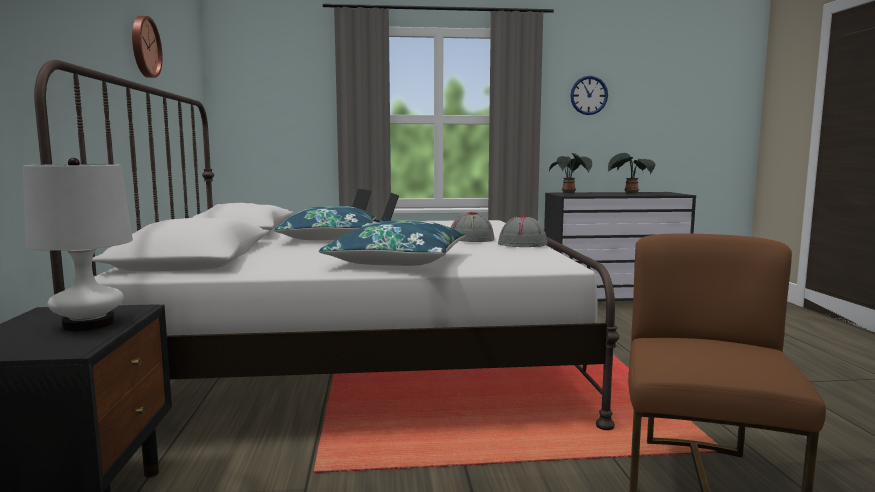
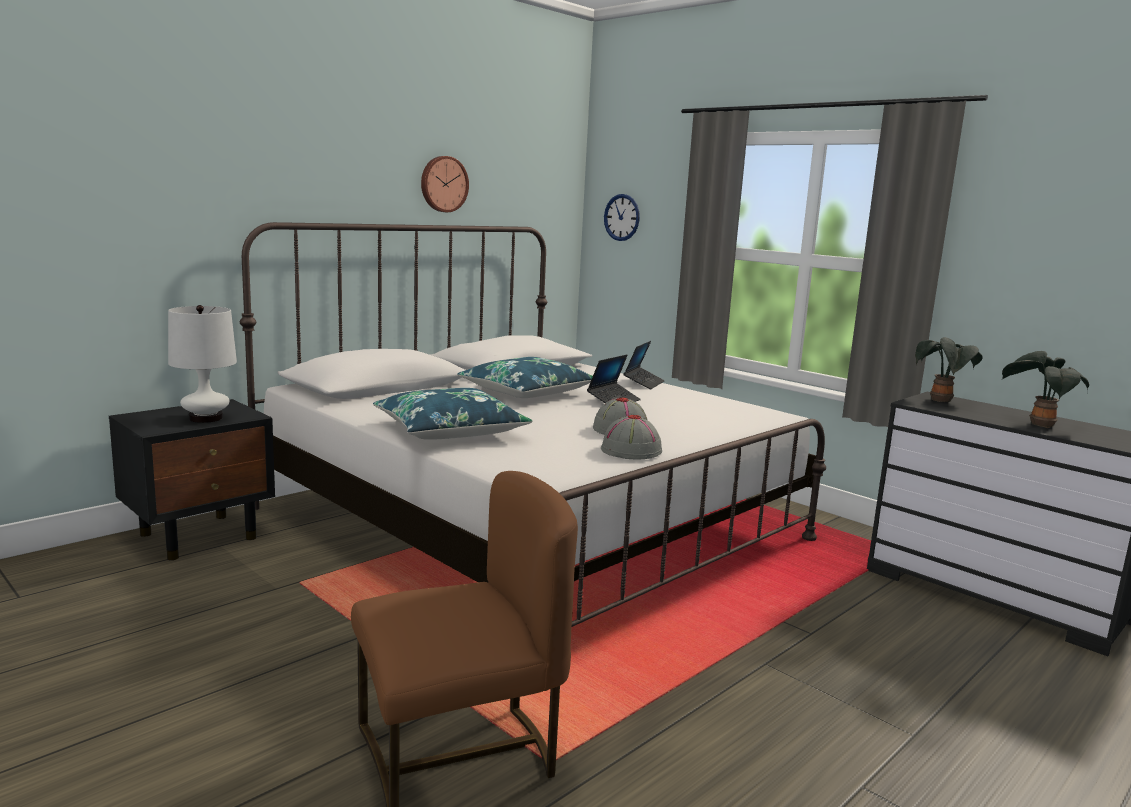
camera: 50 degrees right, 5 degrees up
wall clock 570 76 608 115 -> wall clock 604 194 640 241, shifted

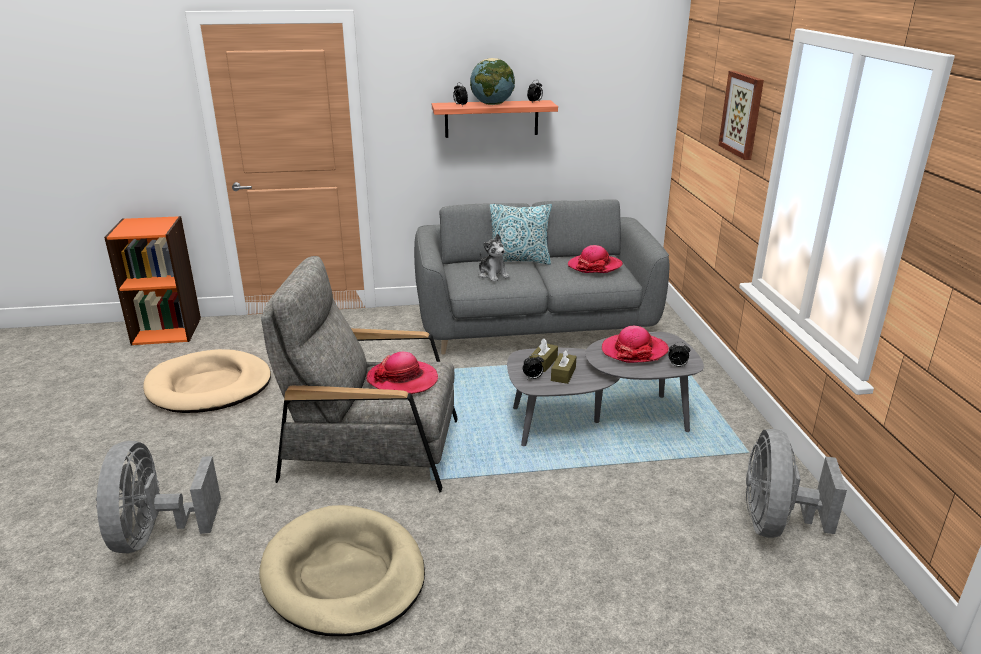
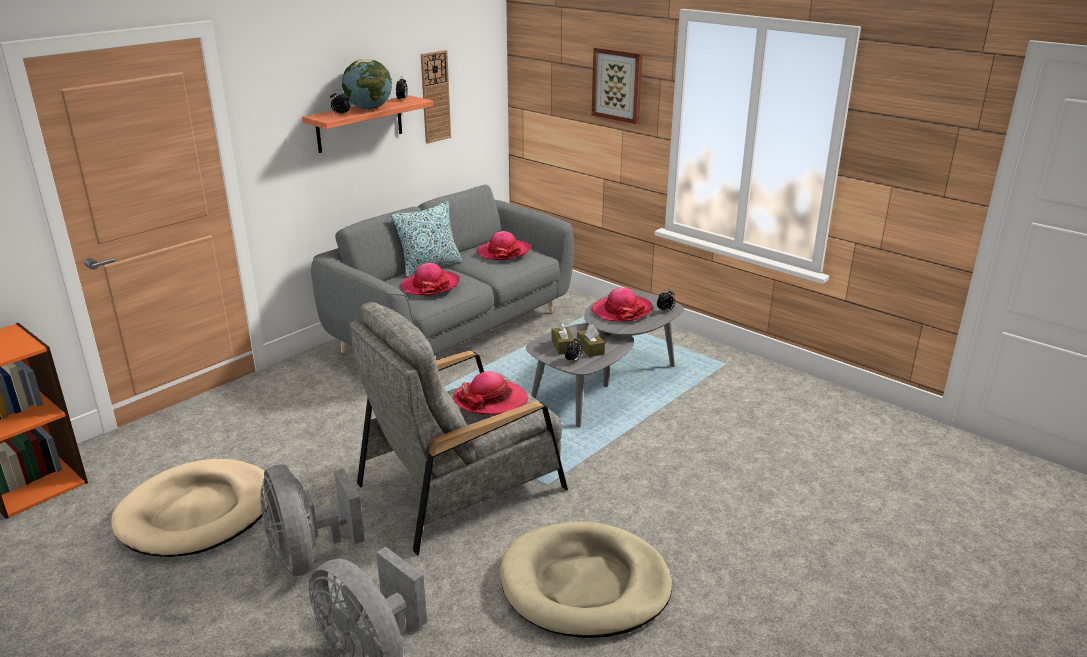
camera: 40 degrees left, 0 degrees up
plush toy 479 234 510 282 -> hat 400 263 460 295
grey fan 746 429 847 538 -> grey fan 260 464 365 576, shifted
none -> wall clock 421 50 451 144

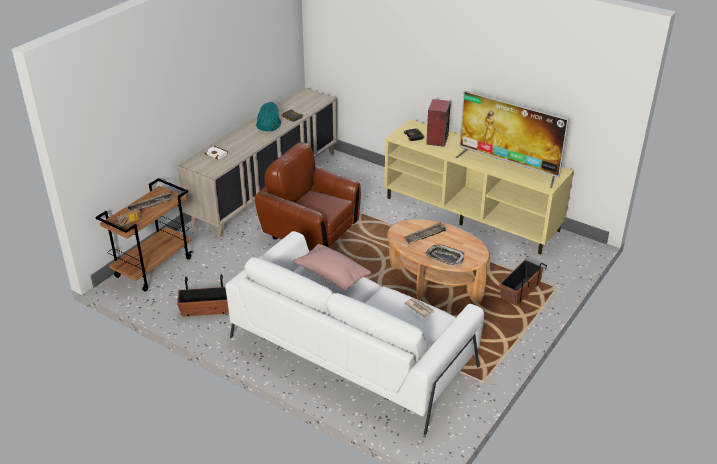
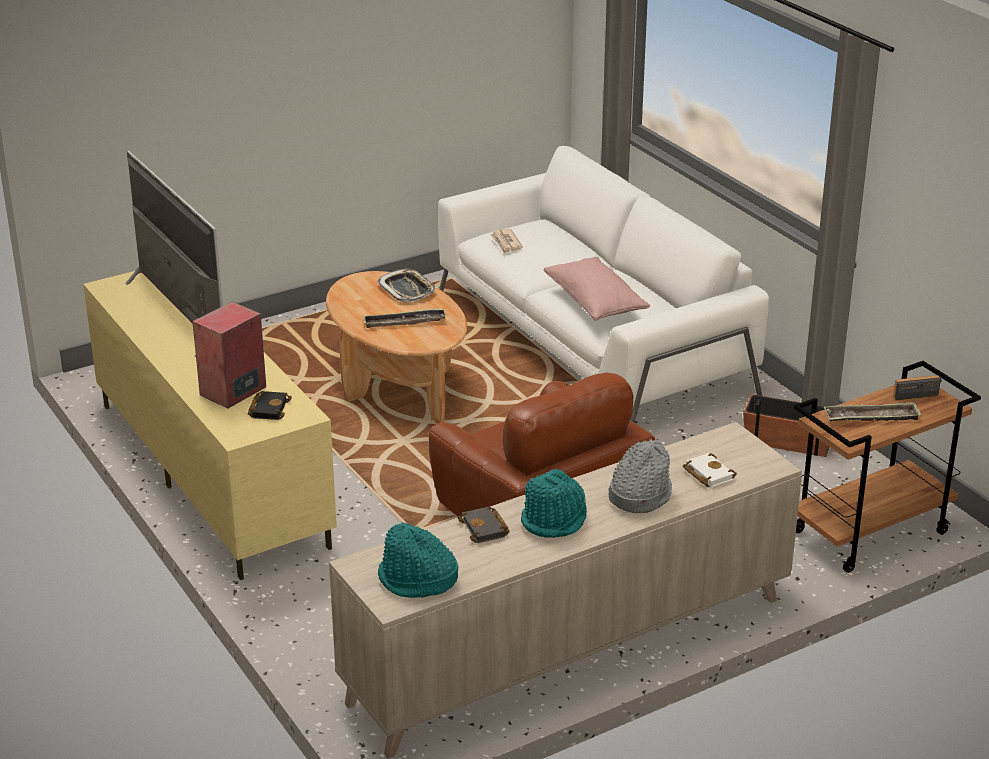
camera: 155 degrees left, 5 degrees down
planter 499 260 547 306 -> none
none -> turquoise hat 378 522 458 598
none -> grey hat 608 439 672 513

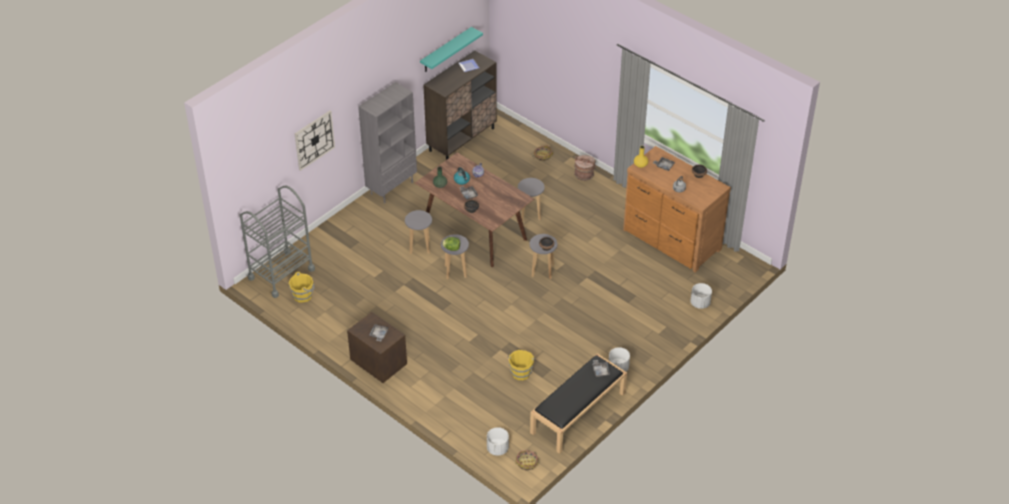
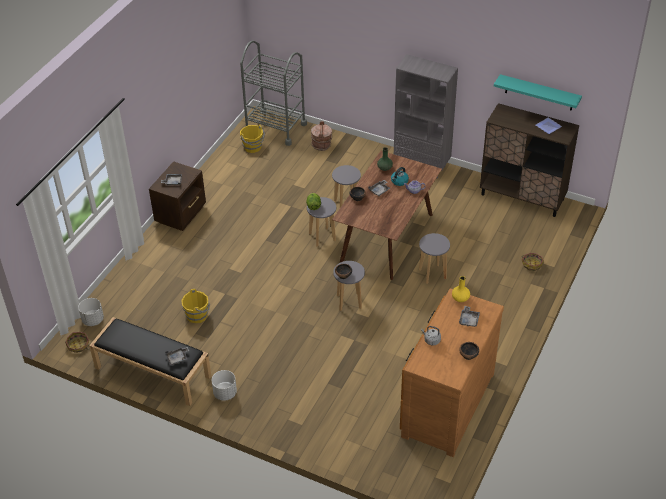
camera: 75 degrees right, 0 degrees up
wall clock 294 111 335 171 -> none
brown bucket 574 155 596 181 -> brown bucket 311 121 332 151, shifted
white planter 690 283 712 309 -> none

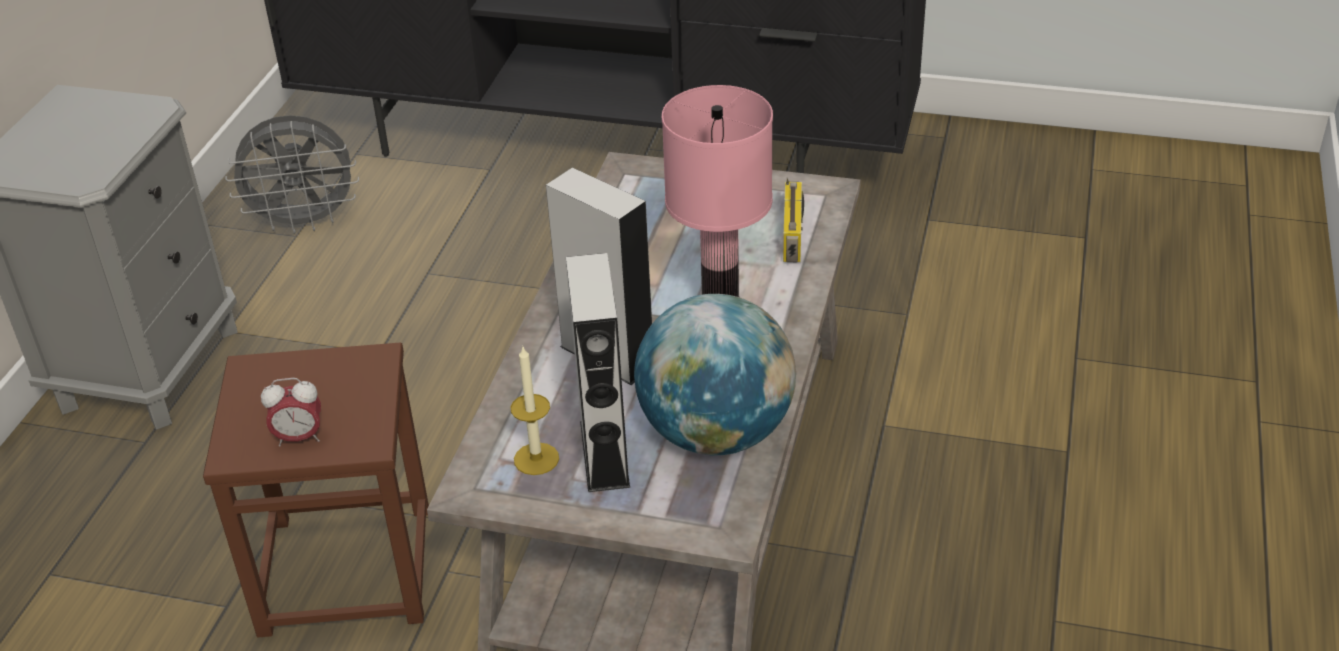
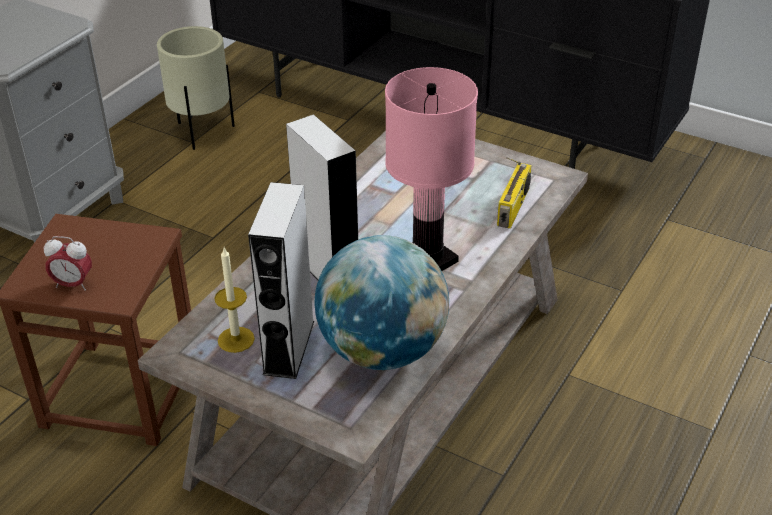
camera: 15 degrees right, 0 degrees up
grey fan 225 115 359 234 -> beige planter 157 26 235 150

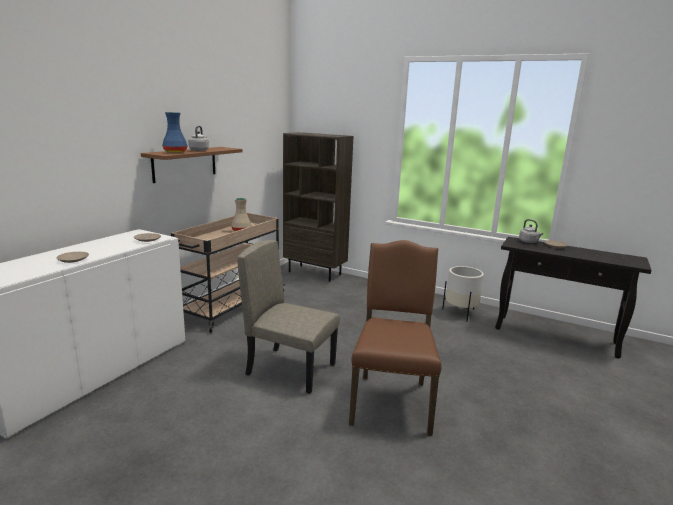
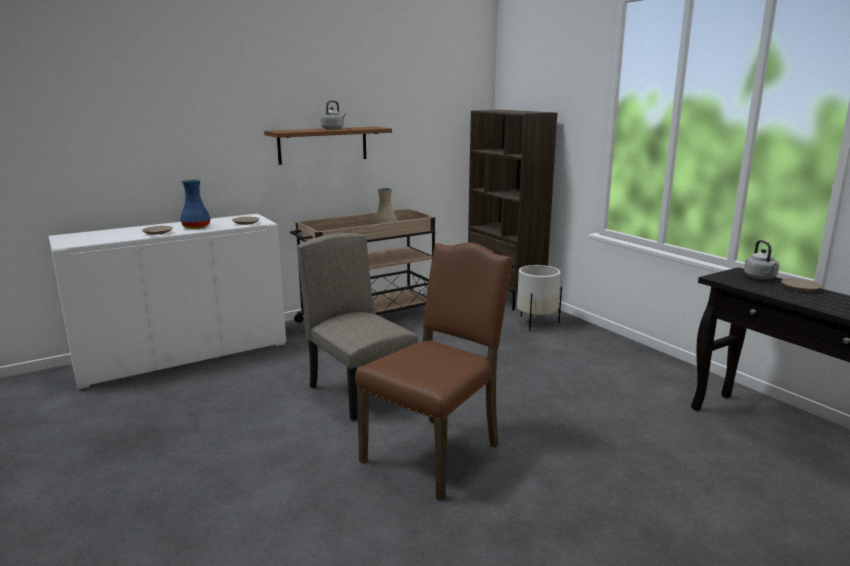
camera: 30 degrees right, 0 degrees up
blue vase 162 112 188 153 -> blue vase 180 179 211 229, shifted
white planter 442 266 484 322 -> white planter 517 265 562 331, shifted

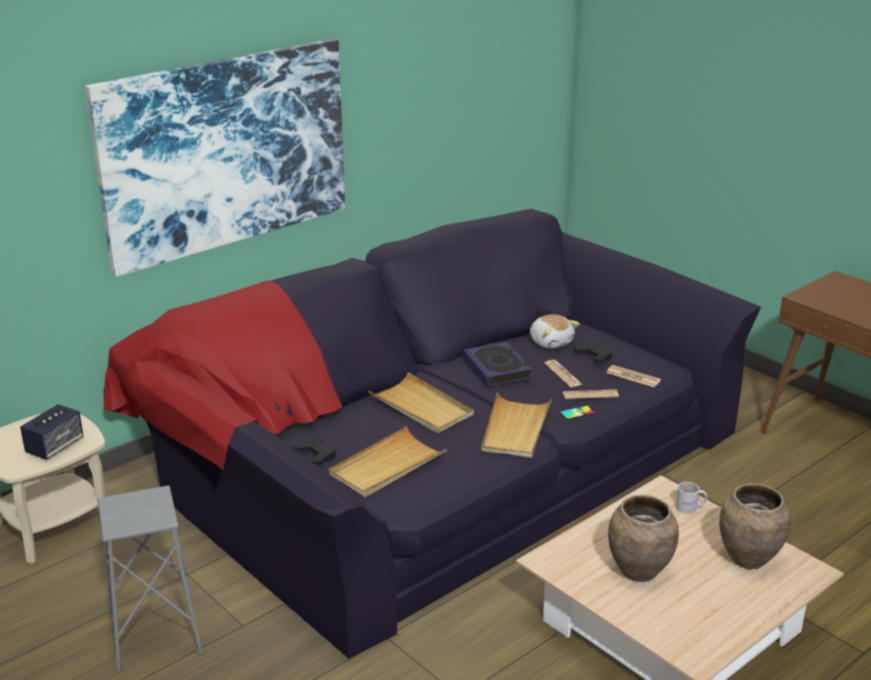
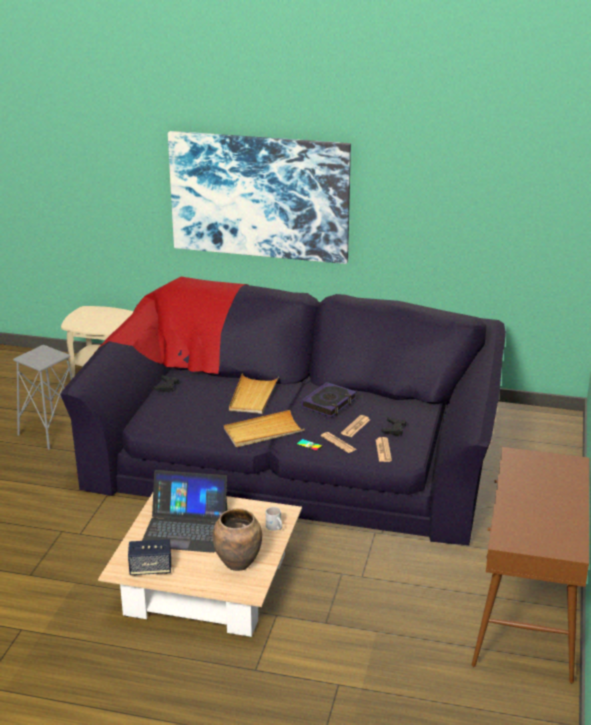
camera: 55 degrees right, 0 degrees up
speaker 20 404 83 460 -> speaker 128 539 171 575, shifted
beige tray 329 426 447 497 -> none
plush toy 530 314 580 349 -> none
brown vase 608 495 679 582 -> laptop 142 470 227 553

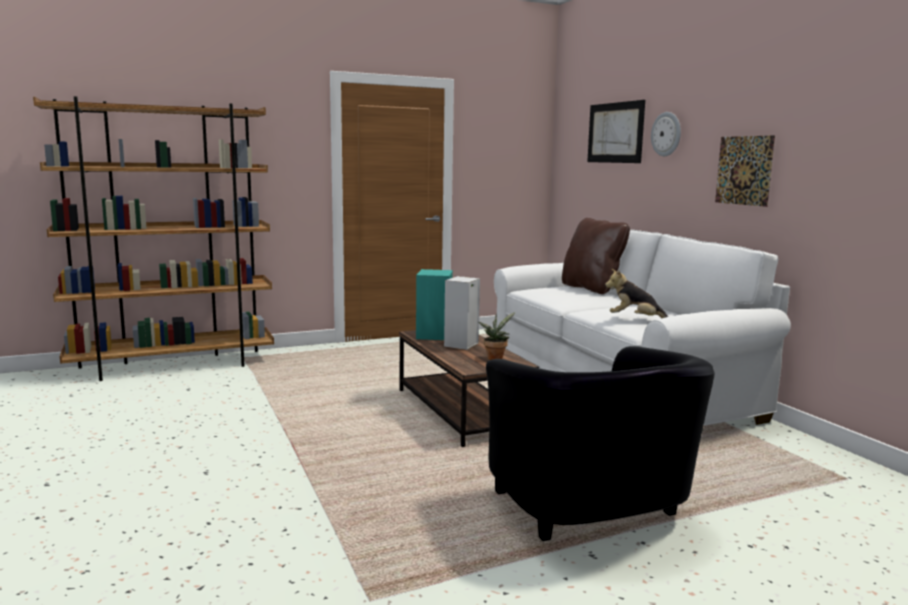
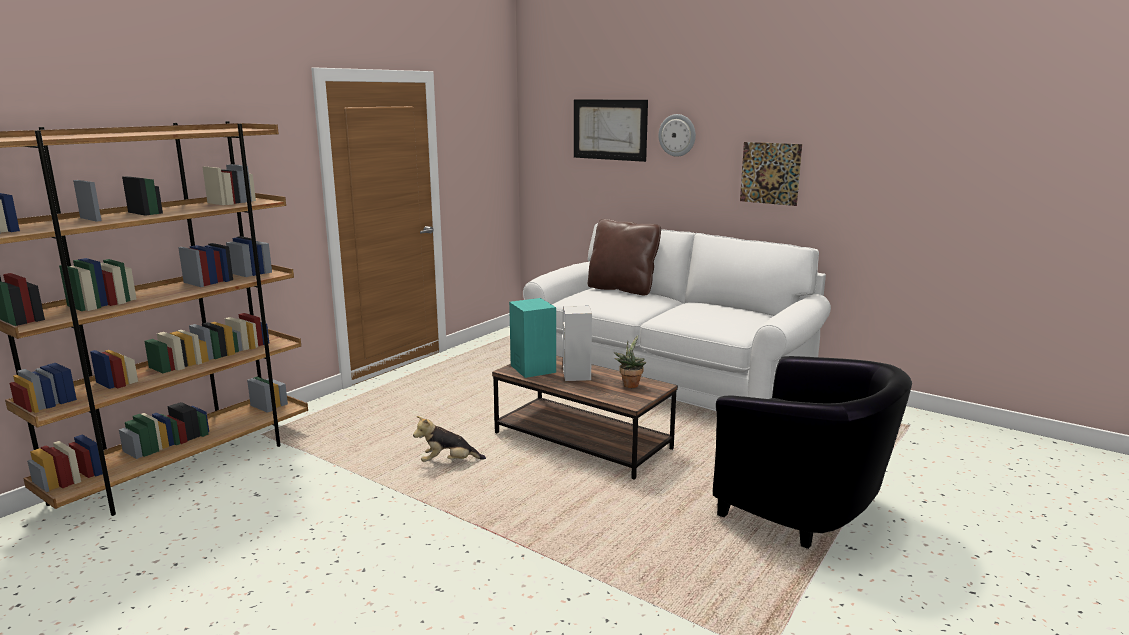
camera: 30 degrees left, 5 degrees up
plush toy 605 269 668 318 -> plush toy 413 416 486 462, shifted

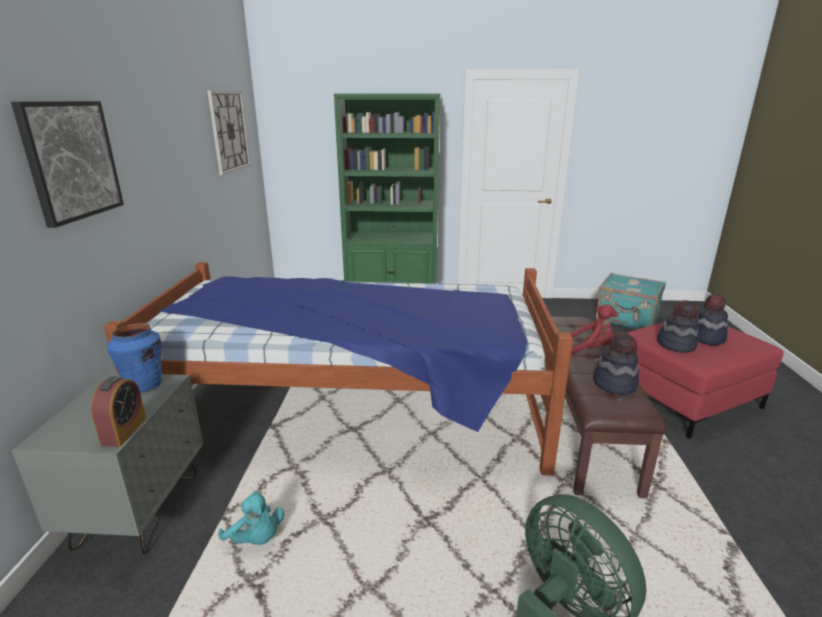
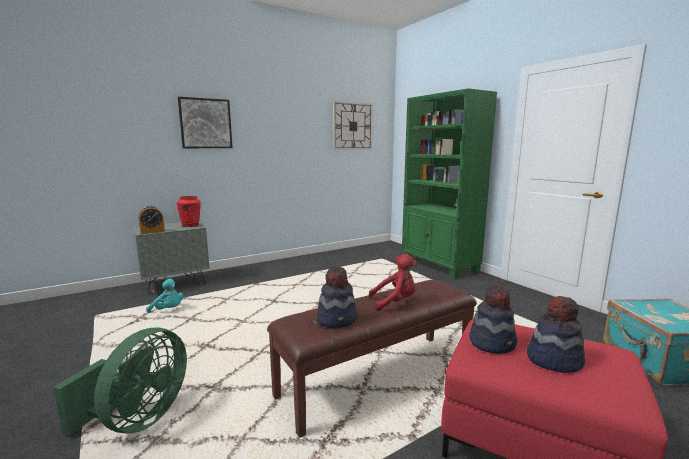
camera: 55 degrees right, 10 degrees down
bed 104 262 573 476 -> none
blue vase 107 323 162 393 -> red vase 177 196 201 227
turquoise plush toy 218 491 284 545 -> turquoise plush toy 146 279 184 313, 75 degrees counterclockwise
red plush toy 570 304 619 355 -> red plush toy 369 254 417 311, 75 degrees counterclockwise

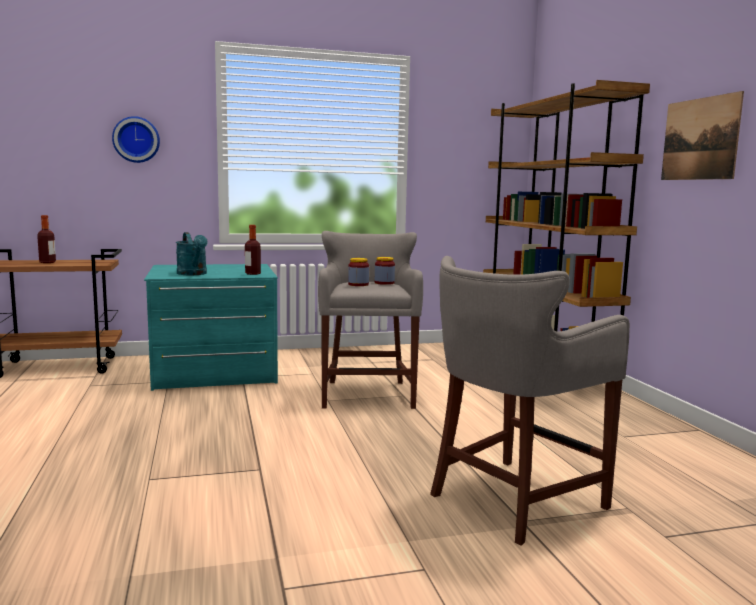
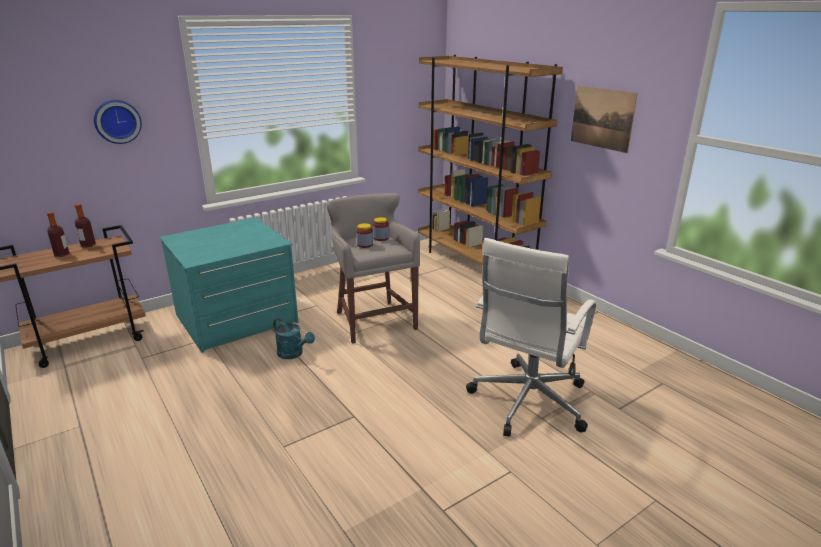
camera: 20 degrees left, 15 degrees up
turquoise watering can 176 232 208 275 -> turquoise watering can 273 318 315 359, shifted
bottle 245 225 261 275 -> bottle 75 204 96 248, shifted
grey stool 430 256 630 546 -> white office chair 466 238 596 436

